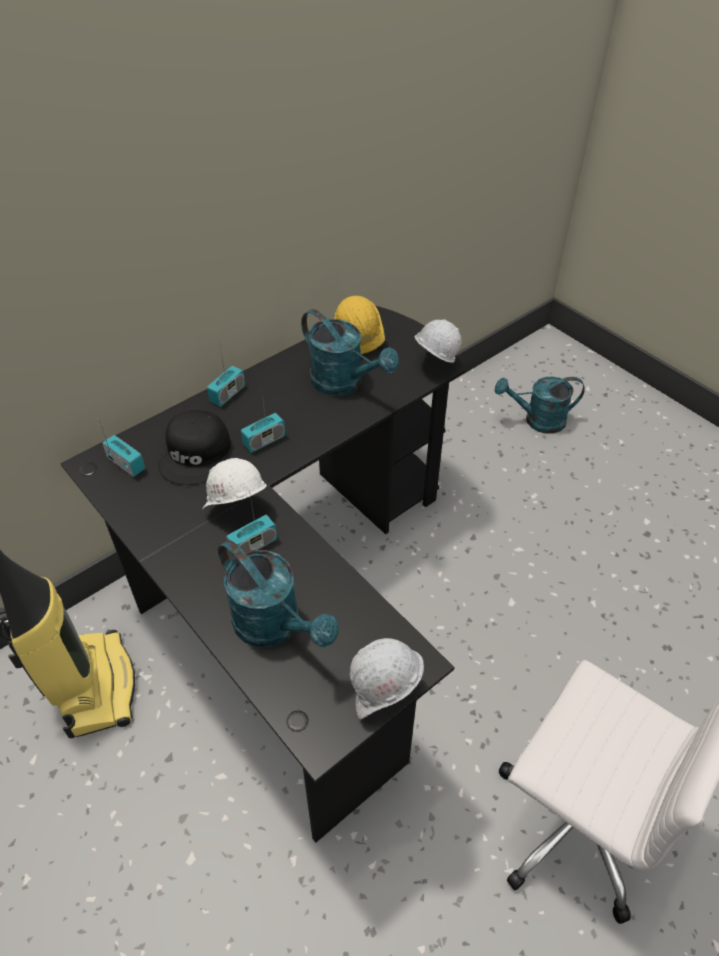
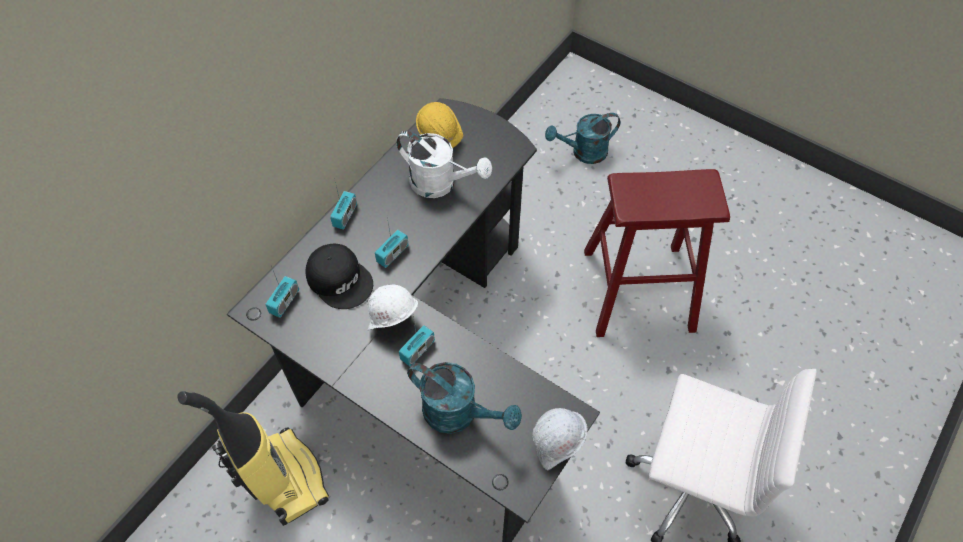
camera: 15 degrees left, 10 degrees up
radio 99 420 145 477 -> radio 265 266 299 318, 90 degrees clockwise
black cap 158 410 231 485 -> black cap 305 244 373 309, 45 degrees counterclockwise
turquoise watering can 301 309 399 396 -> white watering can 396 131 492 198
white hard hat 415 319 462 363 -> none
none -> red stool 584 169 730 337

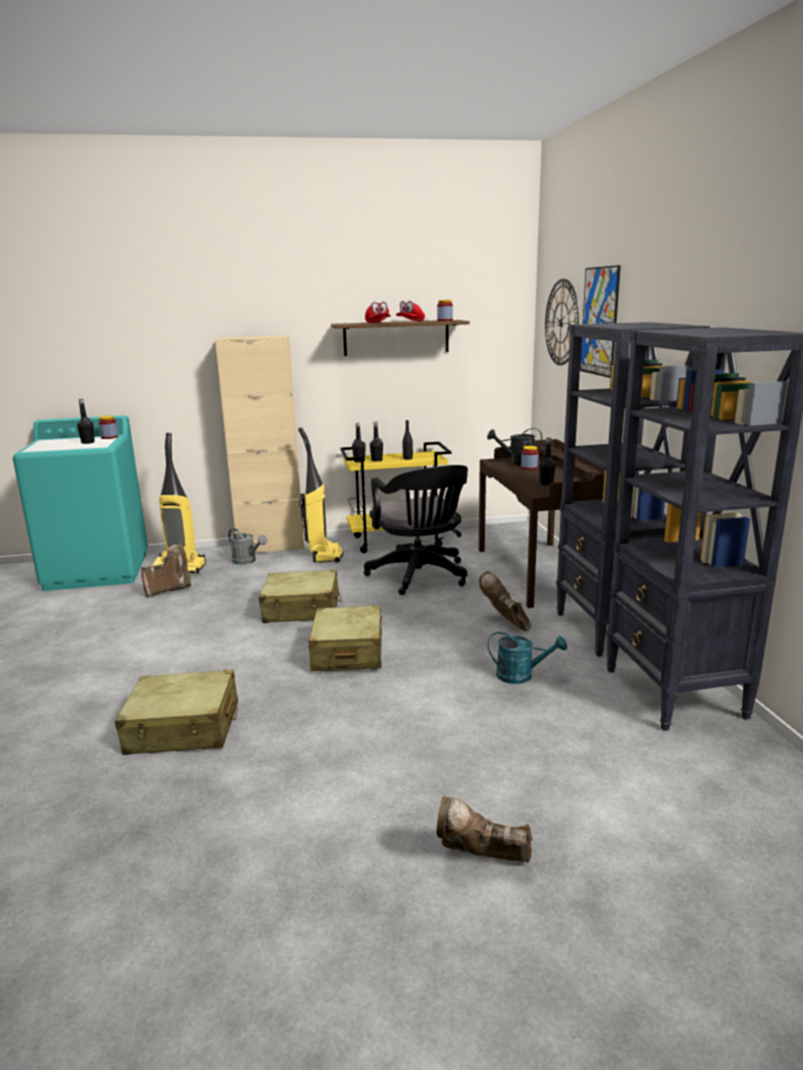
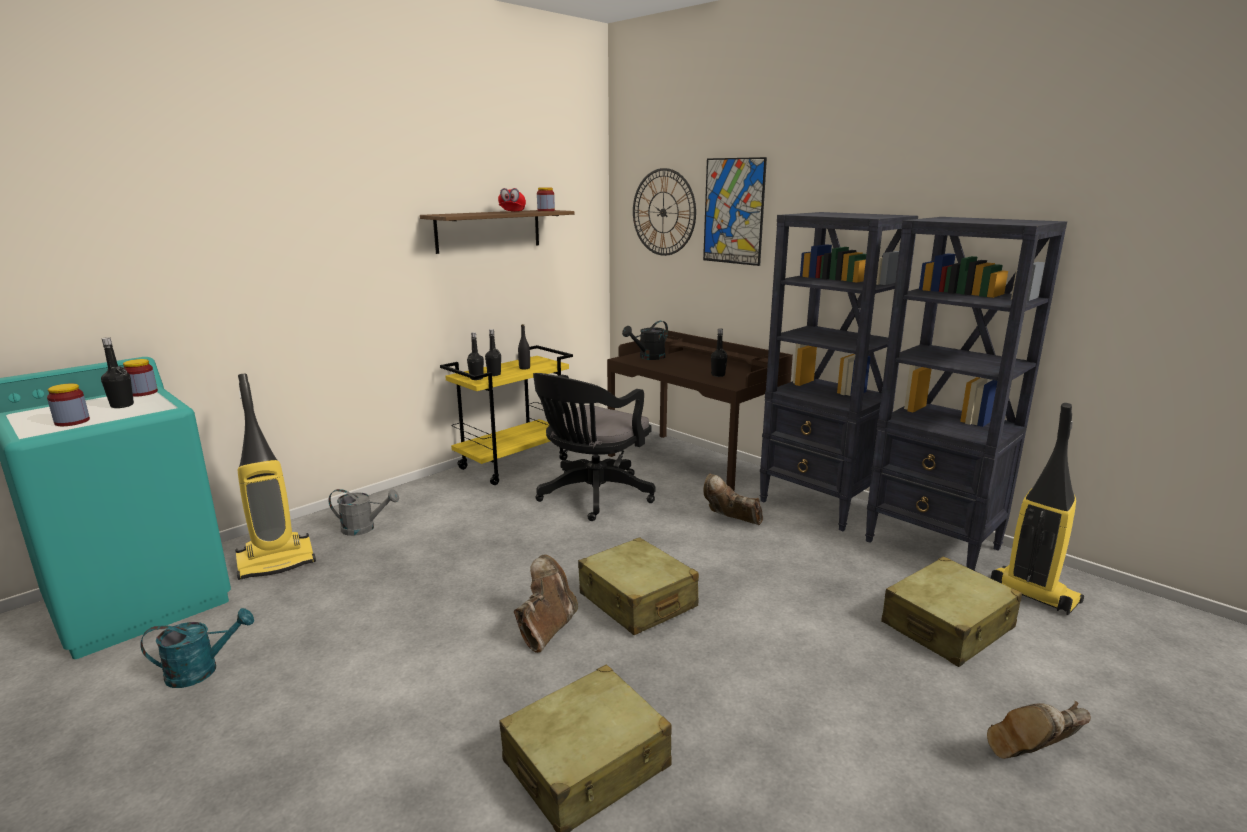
camera: 35 degrees left, 0 degrees up
brown boot 141 543 191 598 -> brown boot 514 554 578 653, shifted
beige cabinet 215 335 304 553 -> none
beige suitcase 259 569 341 623 -> beige suitcase 881 557 1022 667, shifted
vacuum cleaner 298 427 344 563 -> vacuum cleaner 991 403 1084 615, shifted
black office chair 364 465 468 595 -> black office chair 533 373 656 521, 90 degrees clockwise
red cap 365 302 391 323 -> none
turquoise watering can 488 632 567 684 -> turquoise watering can 140 608 254 688, shifted
jar 521 446 539 470 -> jar 47 383 90 426, shifted

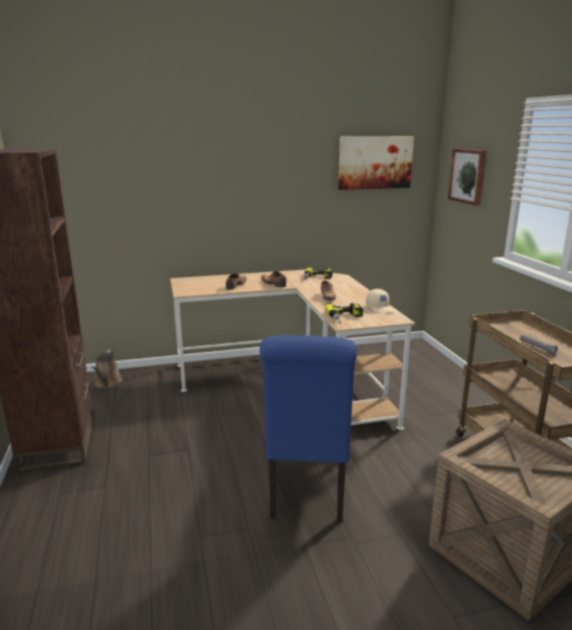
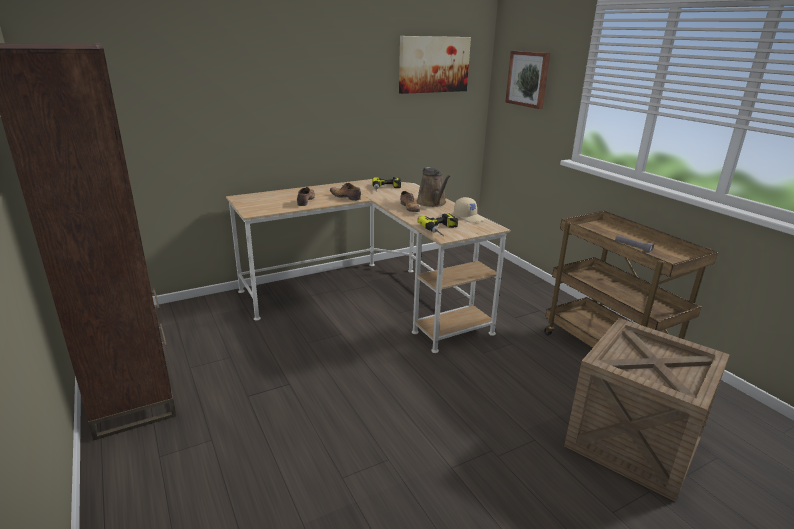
camera: 15 degrees left, 5 degrees up
brown watering can 92 350 123 388 -> brown watering can 417 167 450 207, shifted
blue chair 260 335 357 523 -> none

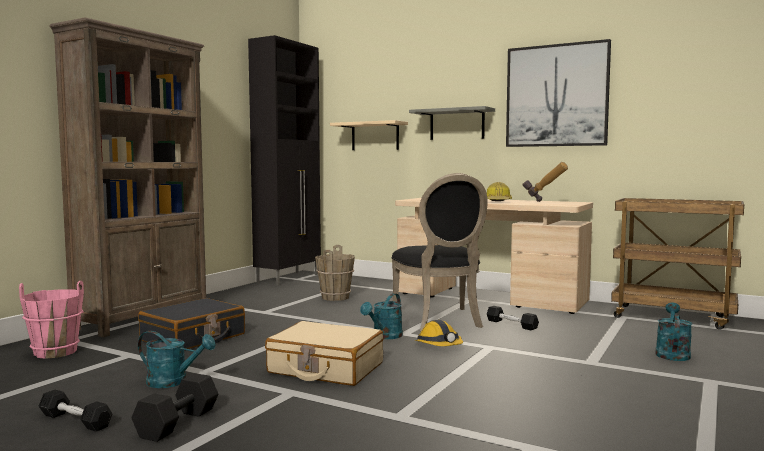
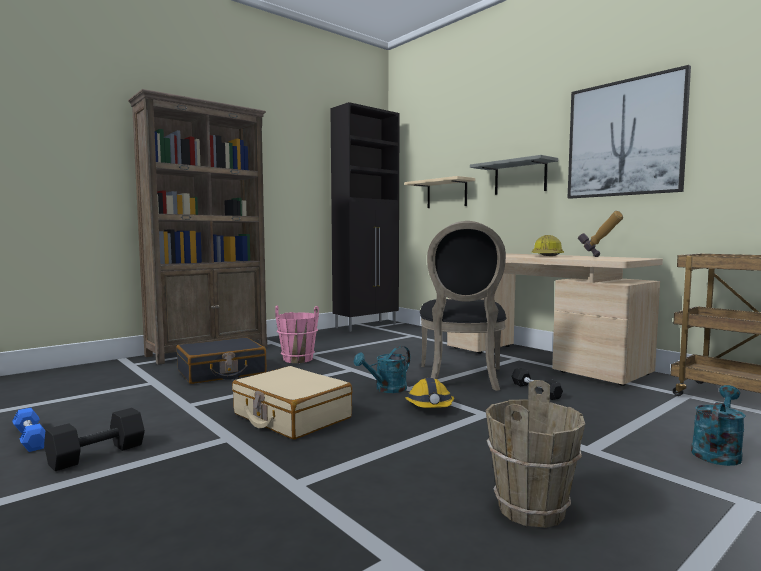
camera: 20 degrees right, 0 degrees up
pink bucket 19 281 84 359 -> pink bucket 275 305 319 363, shifted
black dumbbell 39 390 113 432 -> blue dumbbell 12 408 46 452
turquoise watering can 138 331 216 388 -> none
brown bucket 315 245 355 301 -> brown bucket 486 380 585 528, shifted

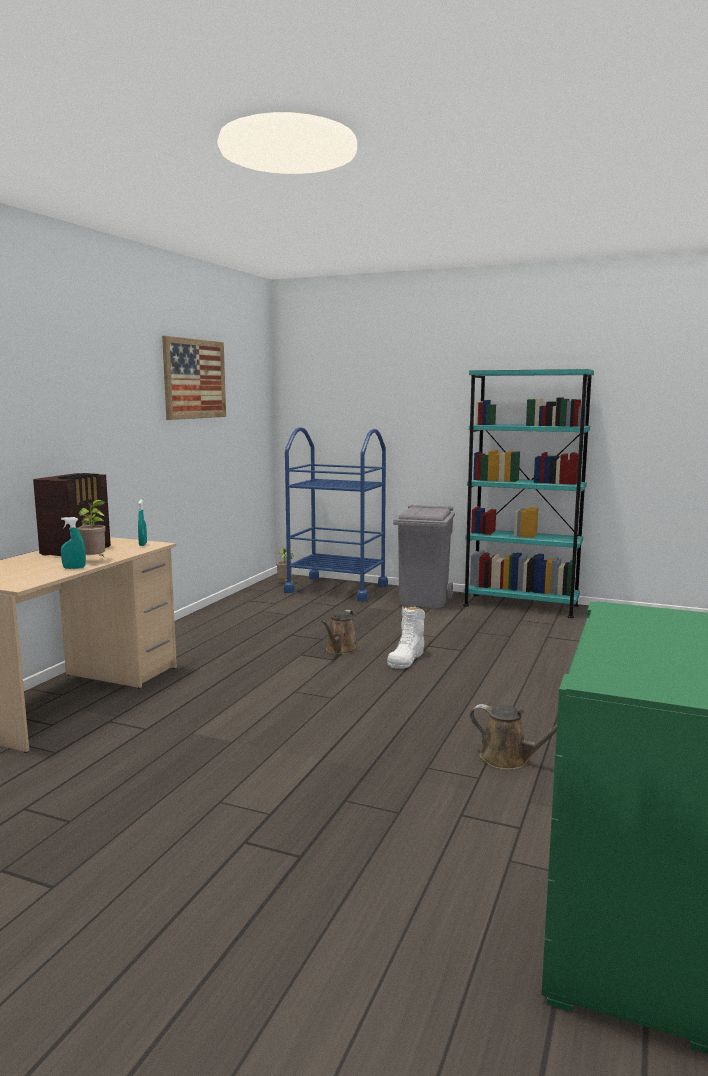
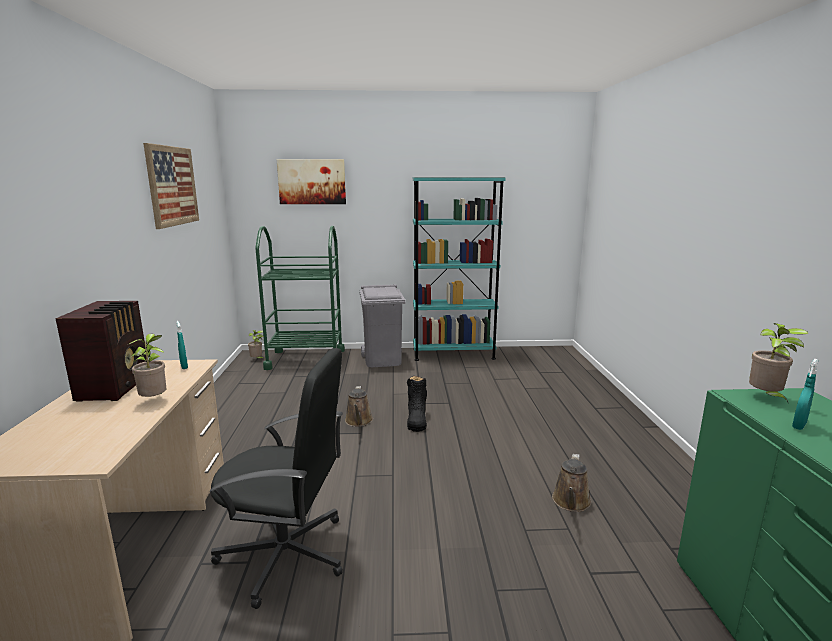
camera: 25 degrees left, 5 degrees up
turquoise spray bottle 61 517 86 569 -> turquoise spray bottle 792 359 819 430, shifted
blue cart 284 427 388 602 -> green cart 255 226 345 370
white boot 387 606 425 669 -> black boot 407 376 427 432
brown watering can 470 704 557 770 -> brown watering can 552 454 591 512, 105 degrees clockwise
none -> black office chair 210 348 343 609
none -> picture 277 159 346 204
none -> potted plant 749 323 808 402

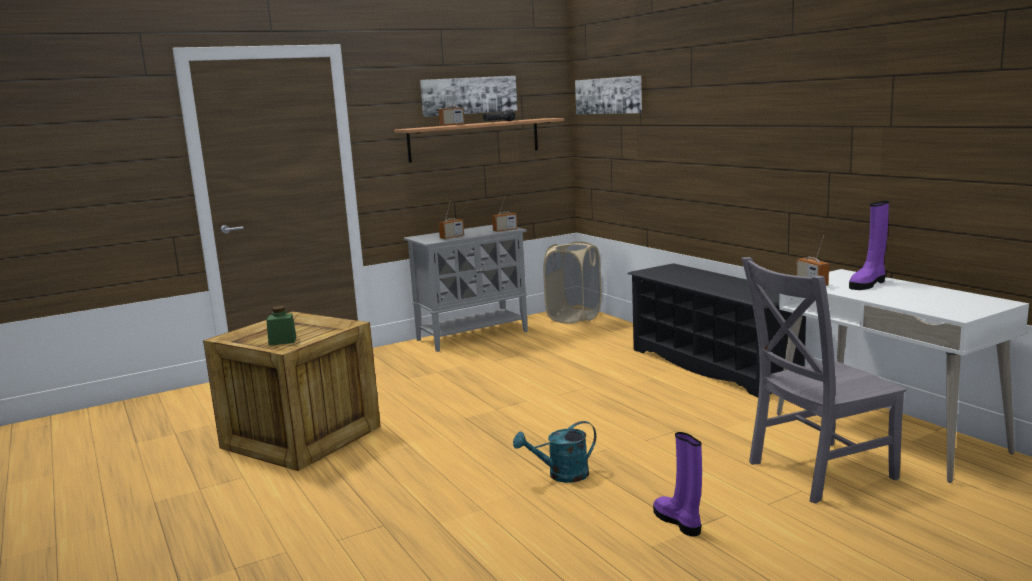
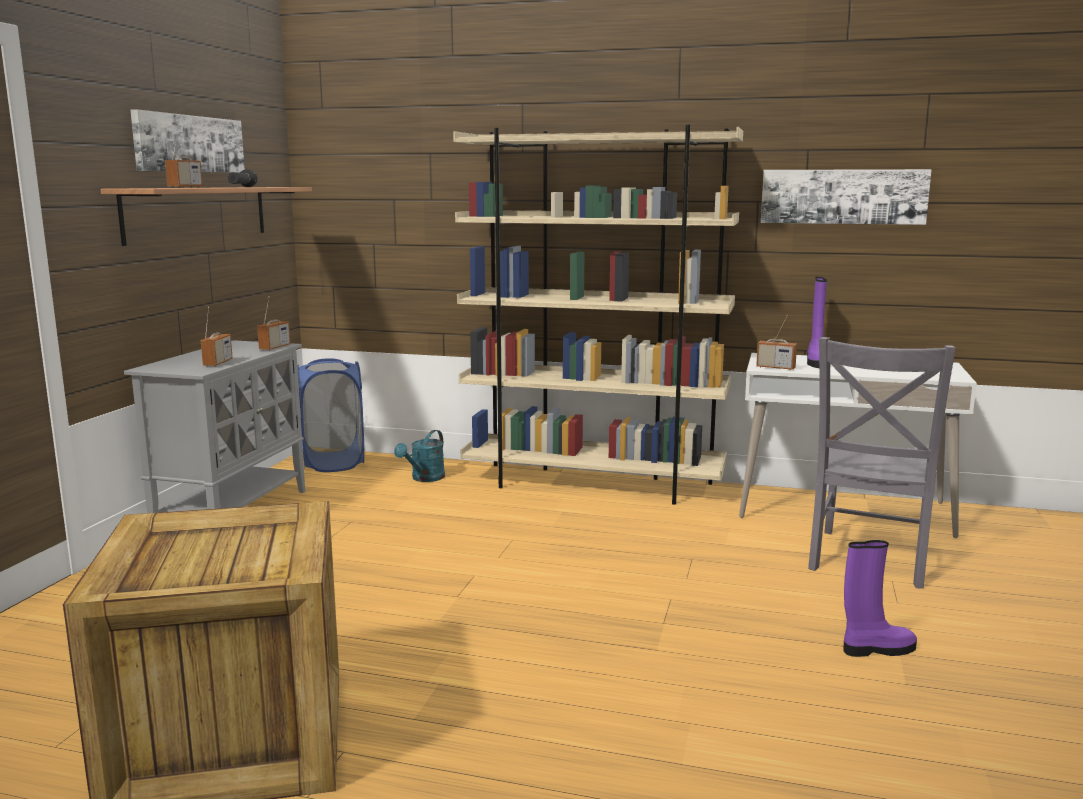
camera: 45 degrees left, 0 degrees up
green jar 266 306 297 346 -> none
turquoise watering can 513 421 596 483 -> turquoise watering can 394 430 445 482, shifted
beige laundry basket 543 241 601 324 -> blue laundry basket 297 358 364 472
picture 575 76 642 114 -> picture 761 169 932 225, shifted
black shoe rack 628 263 806 397 -> beige bookcase 453 125 743 505
purple boot 653 432 702 537 -> purple boot 843 540 917 657, 150 degrees clockwise

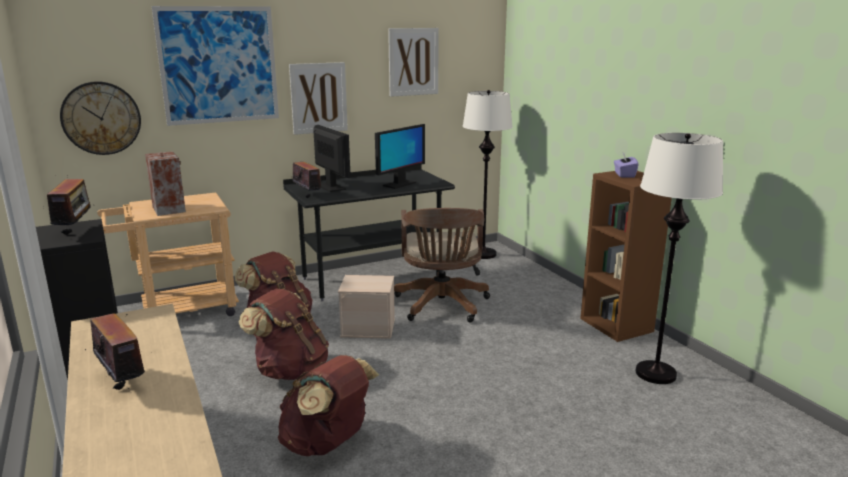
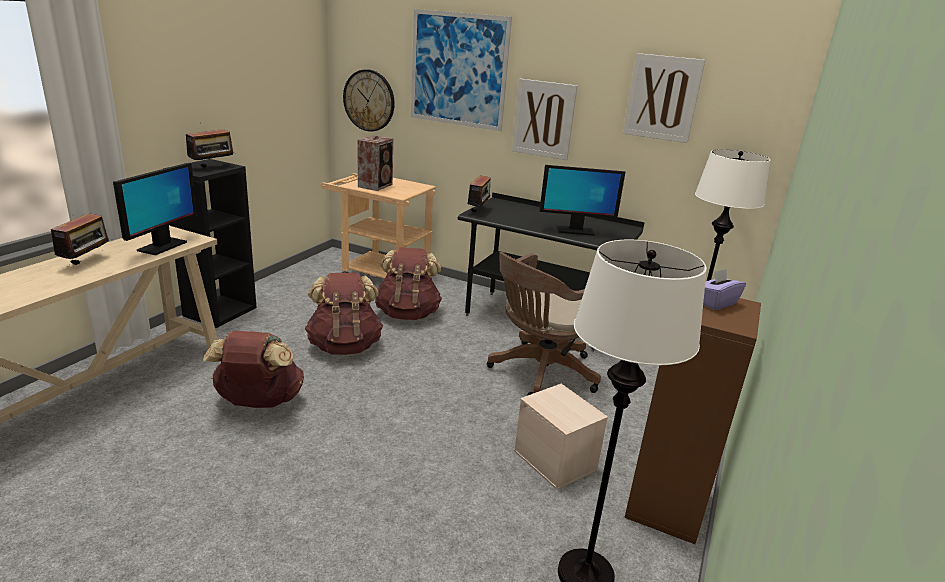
camera: 50 degrees right, 5 degrees up
monitor 313 125 351 192 -> monitor 113 163 197 255, shifted
beige storage box 338 275 395 339 -> beige storage box 514 384 608 490, shifted

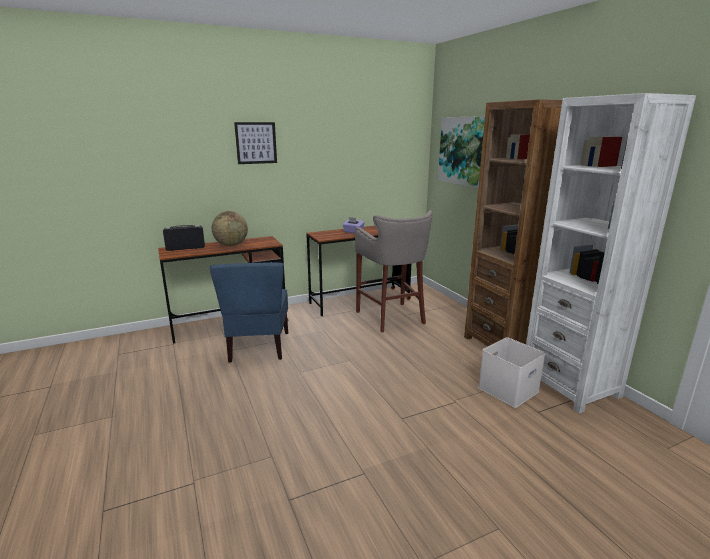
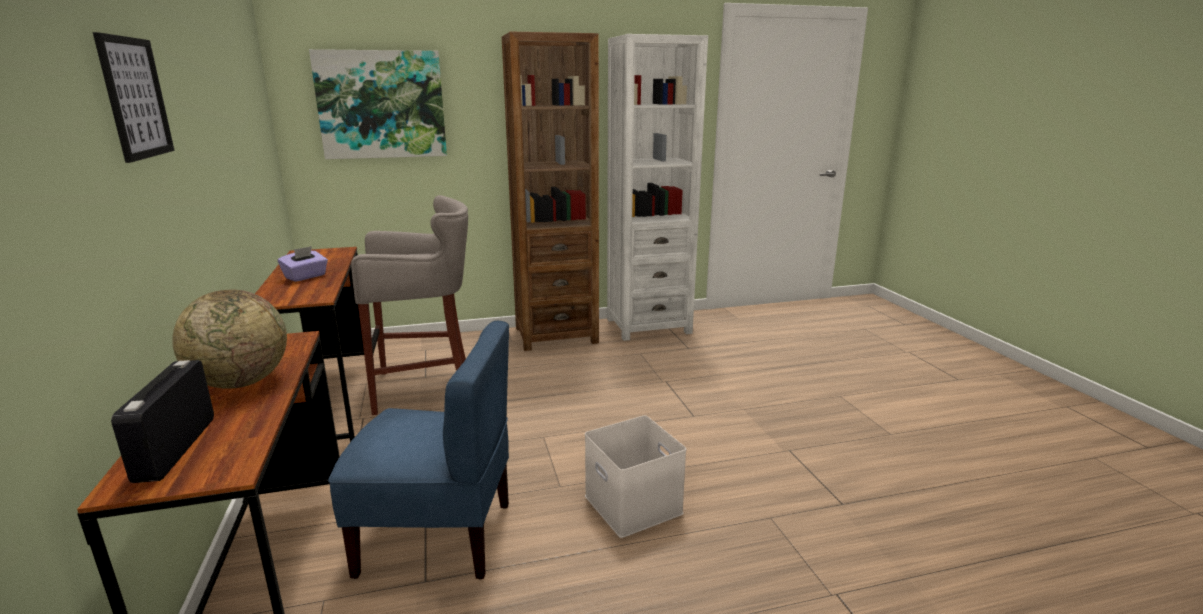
camera: 80 degrees left, 0 degrees up
white storage box 478 337 546 408 -> white storage box 585 415 686 538, shifted

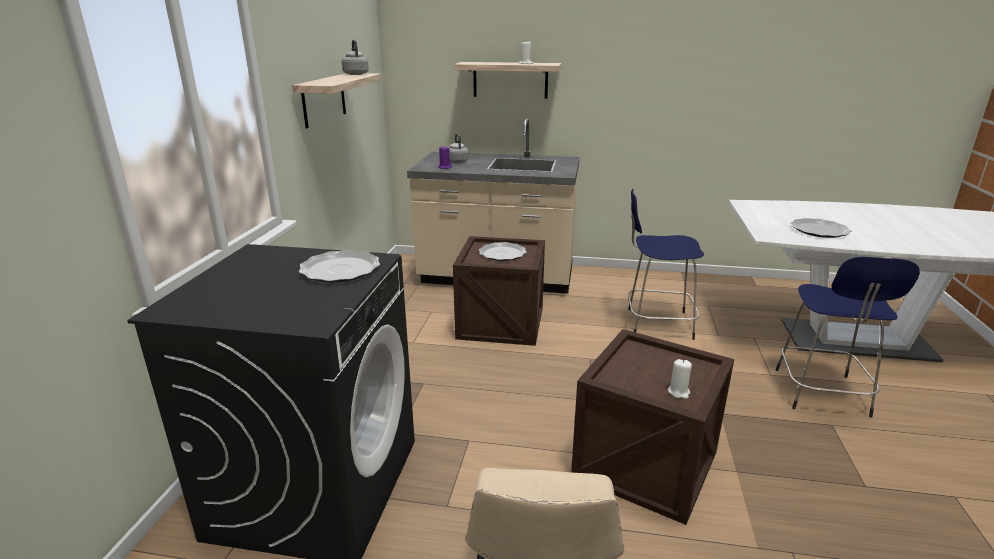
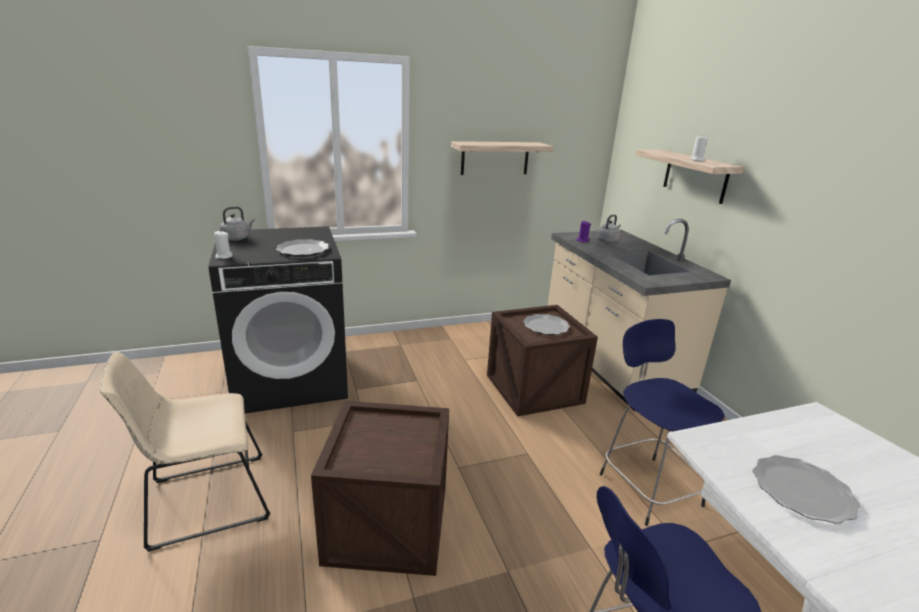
camera: 60 degrees right, 0 degrees up
grey kettle 341 40 369 75 -> grey kettle 220 206 255 241, shifted
white candle 668 359 692 399 -> white candle 214 230 233 259, shifted

